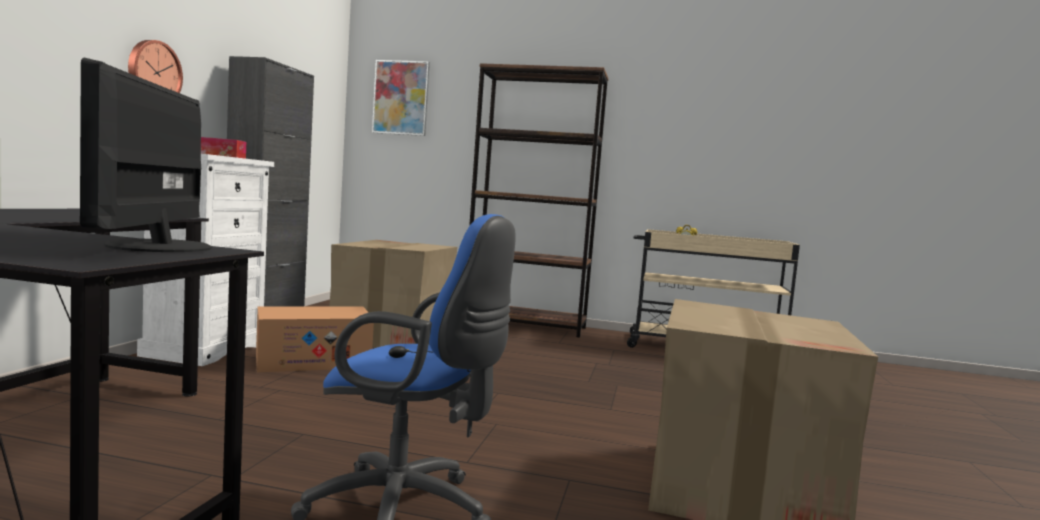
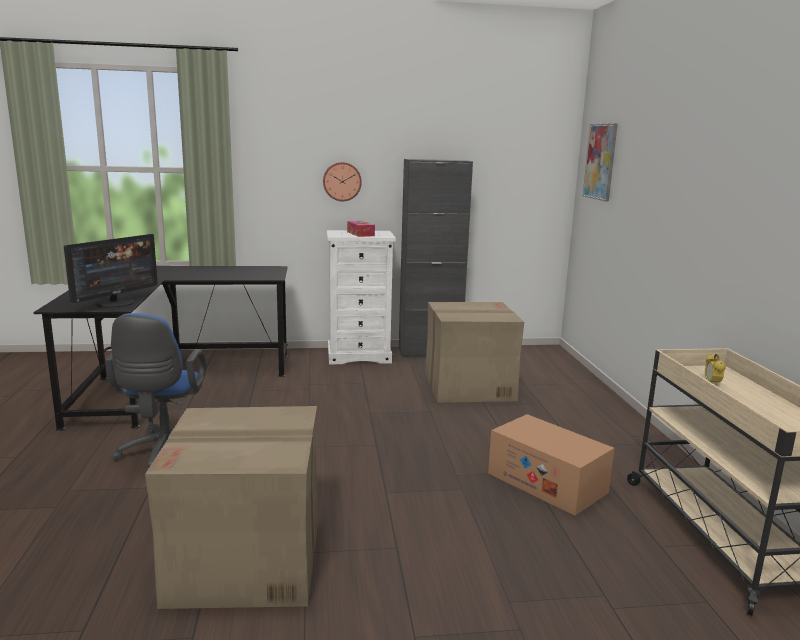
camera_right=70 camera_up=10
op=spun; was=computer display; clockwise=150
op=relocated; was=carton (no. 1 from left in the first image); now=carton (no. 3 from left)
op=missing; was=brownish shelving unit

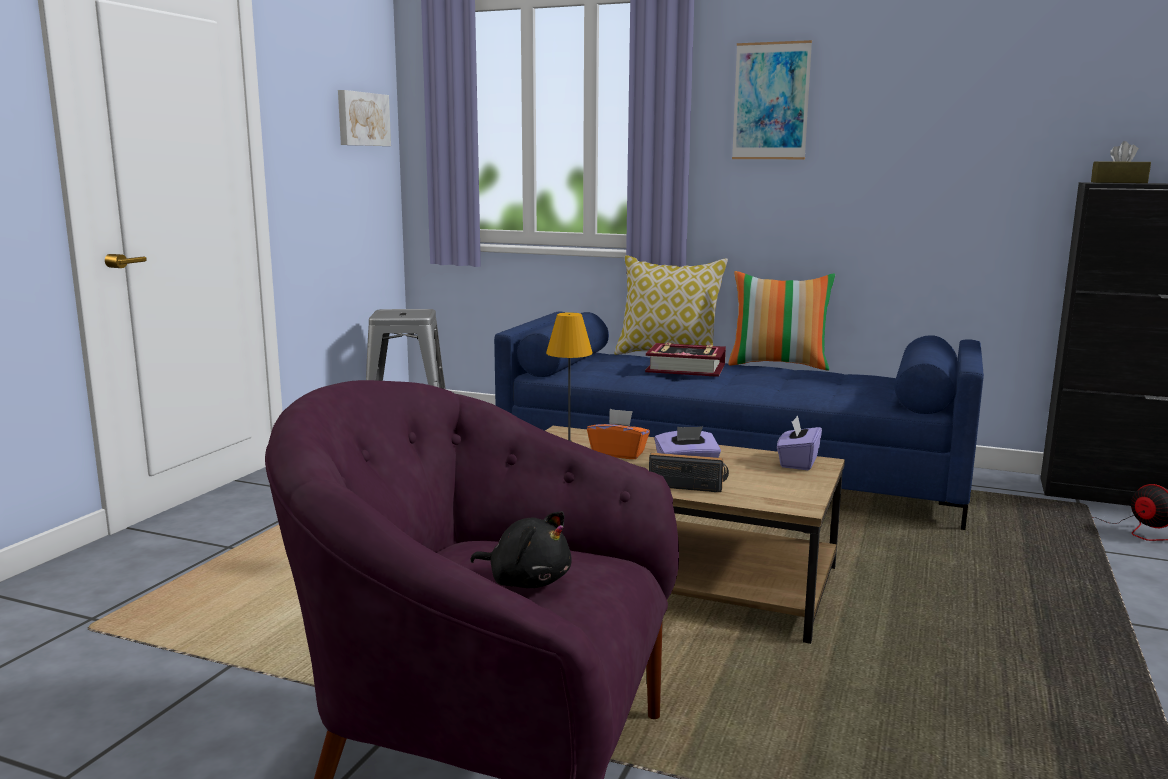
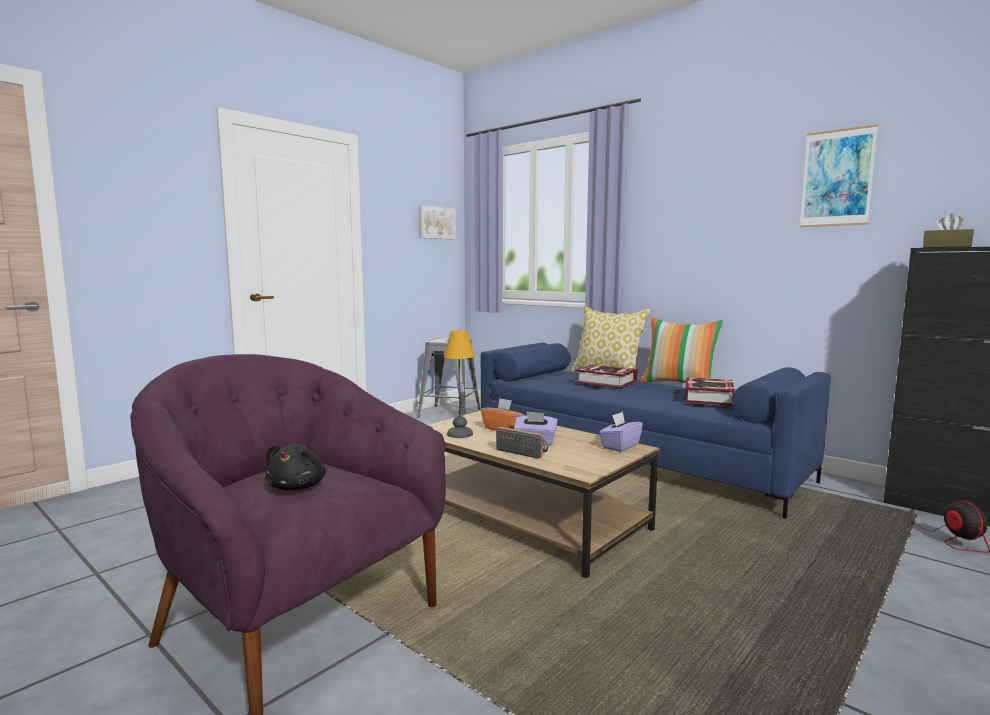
camera_right=20 camera_up=-5
op=spun; was=blackish cuddly toy; clockwise=45
op=relocated; was=wall picture (no. 2 from left)
op=appeared; now=volume (no. 2 from left)

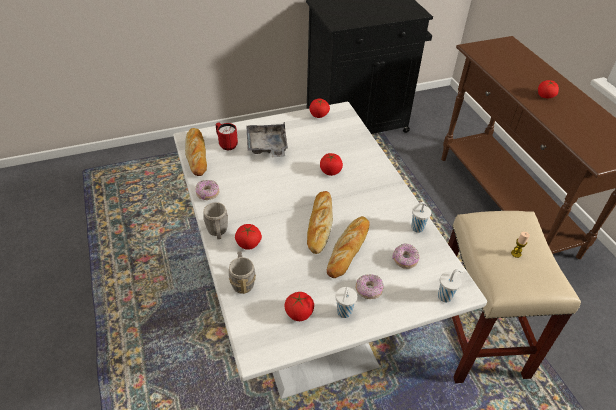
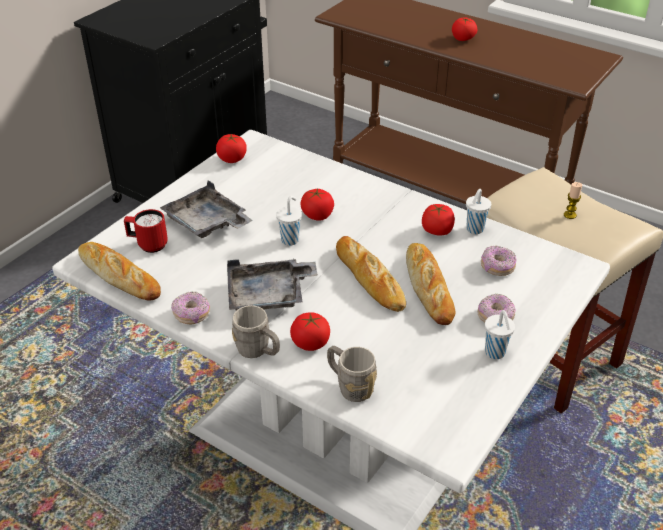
camera_right=-35 camera_up=-5
op=relocated; was=whole tomato (no. 2 from left in the first image); now=whole tomato (no. 4 from left)
op=relocated; was=white cup (no. 3 from left in the first image); now=white cup (no. 1 from left)
op=appeared; now=gray tray (no. 2 from left)

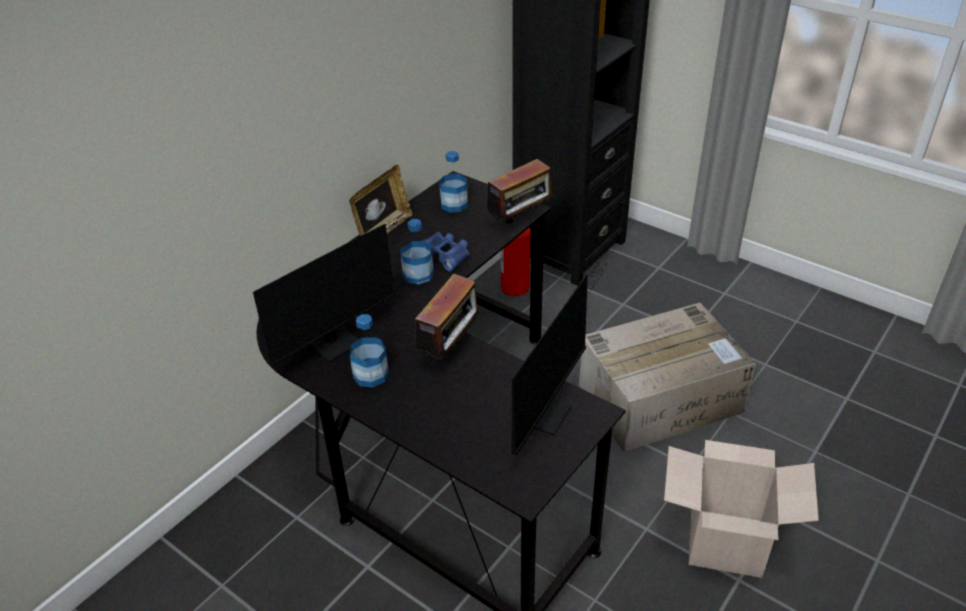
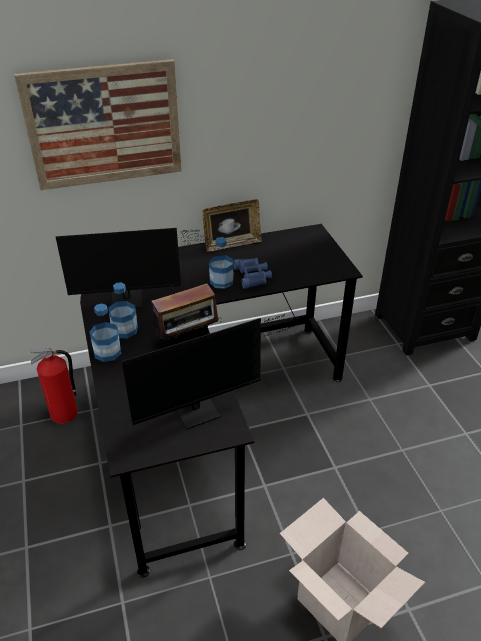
camera_right=35 camera_up=0
op=relocated; was=drink bottle (no. 3 from left in the first image); now=drink bottle (no. 1 from left)
op=missing; was=radio set (no. 2 from left)
op=relocated; was=fire-fighting cylinder
op=missing; was=carton (no. 1 from left)
op=appeared; now=wall picture

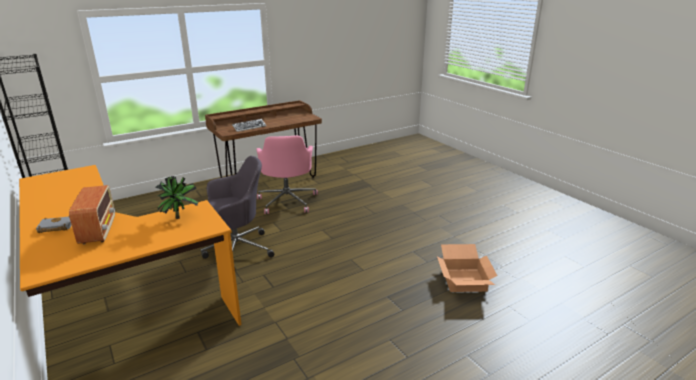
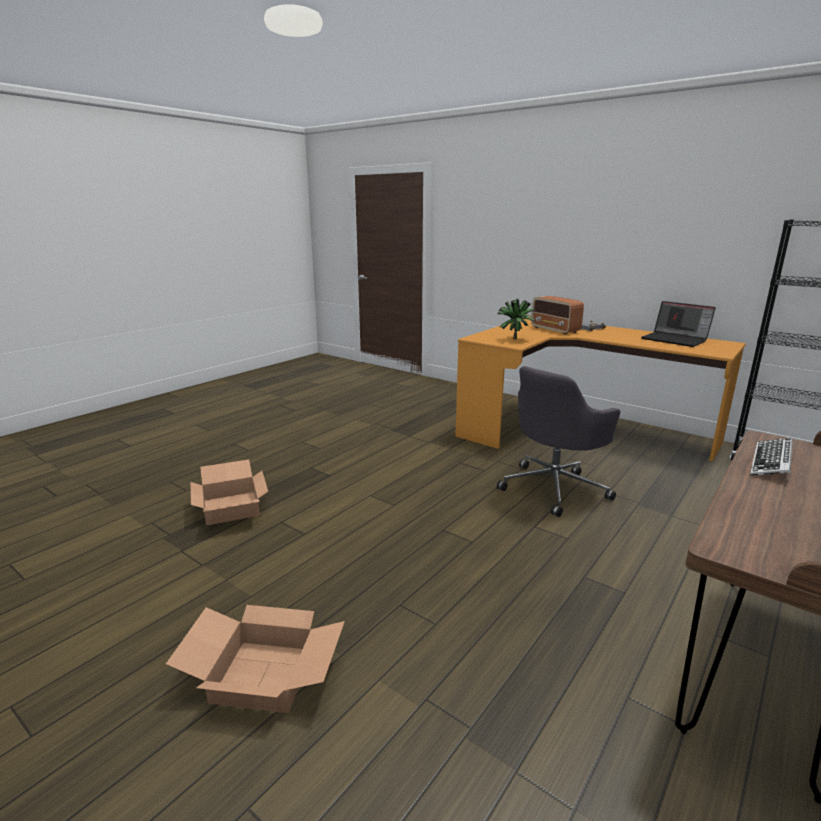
camera_right=160 camera_up=-5
op=missing; was=pink-coloured office chair
op=appeared; now=carton (no. 2 from left)
op=appeared; now=portable computer

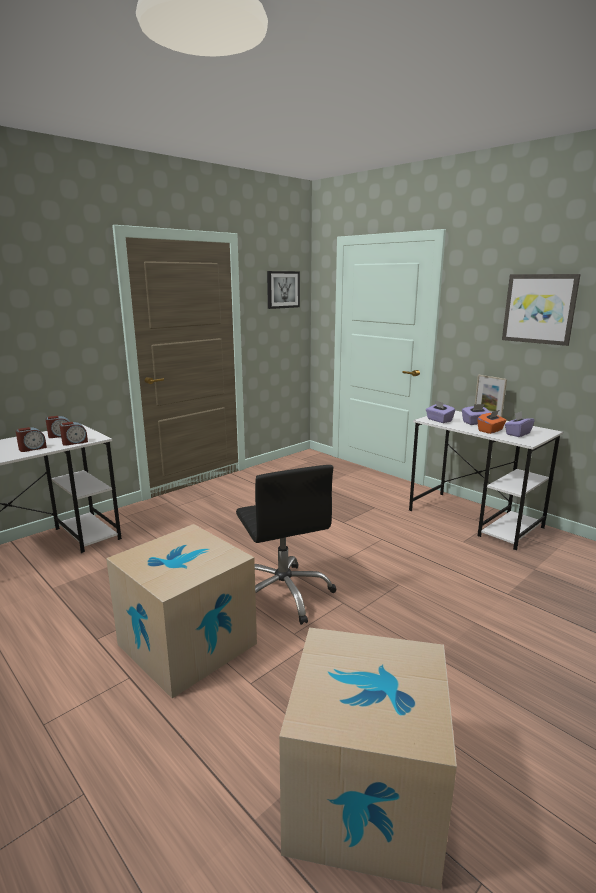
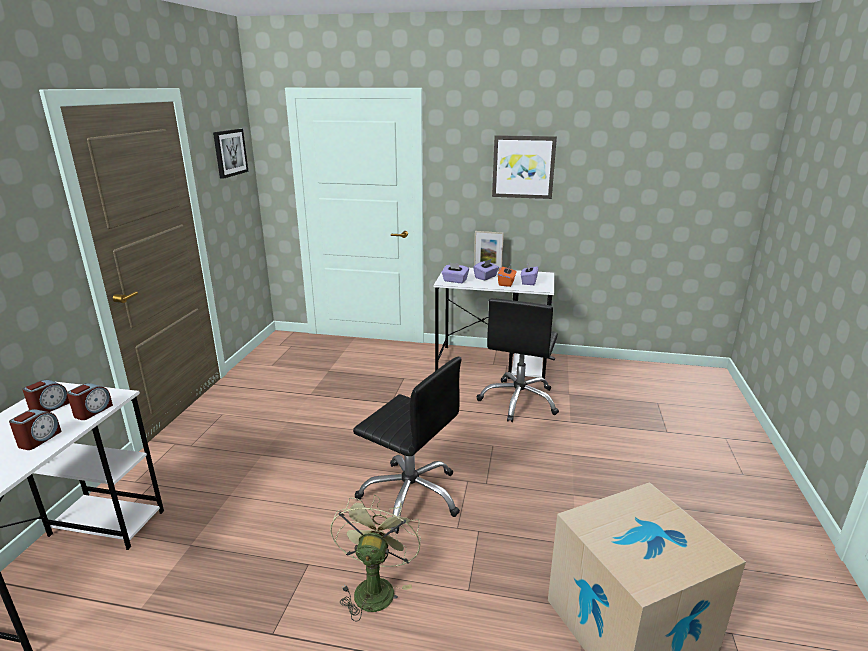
camera_right=-35 camera_up=5
op=exchanged; was=carton (no. 1 from left); now=green-coloured fan
op=appeared; now=blackish office chair (no. 2 from left)

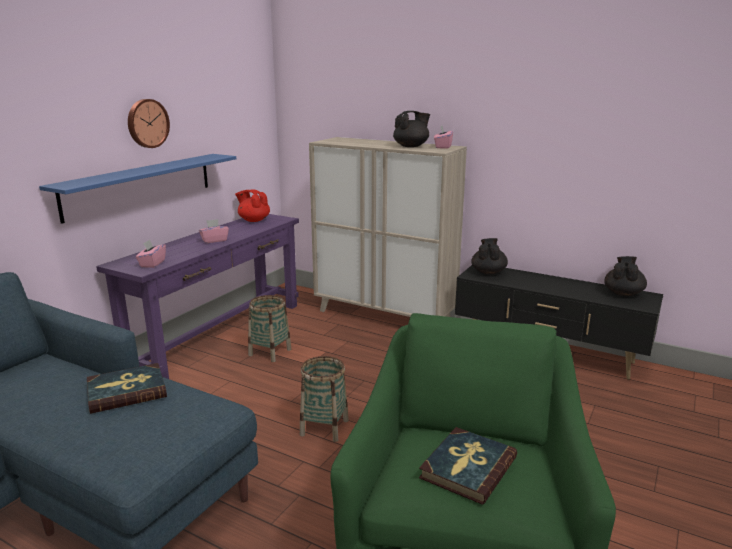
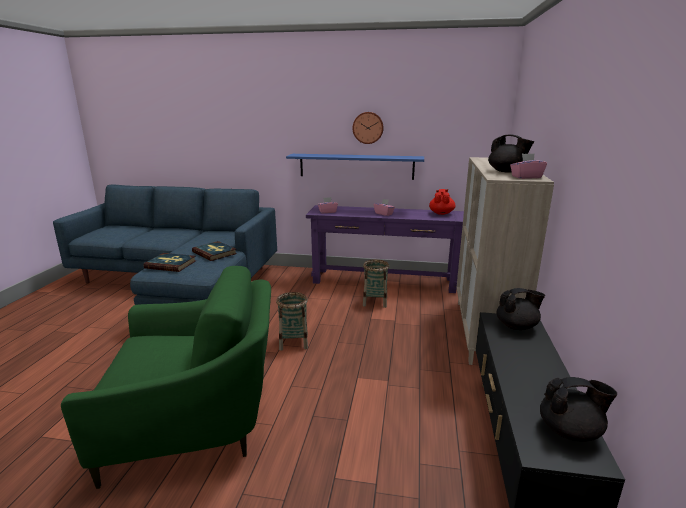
camera_right=70 camera_up=0
op=relocated; was=volume (no. 2 from left in the first image); now=volume (no. 1 from left)

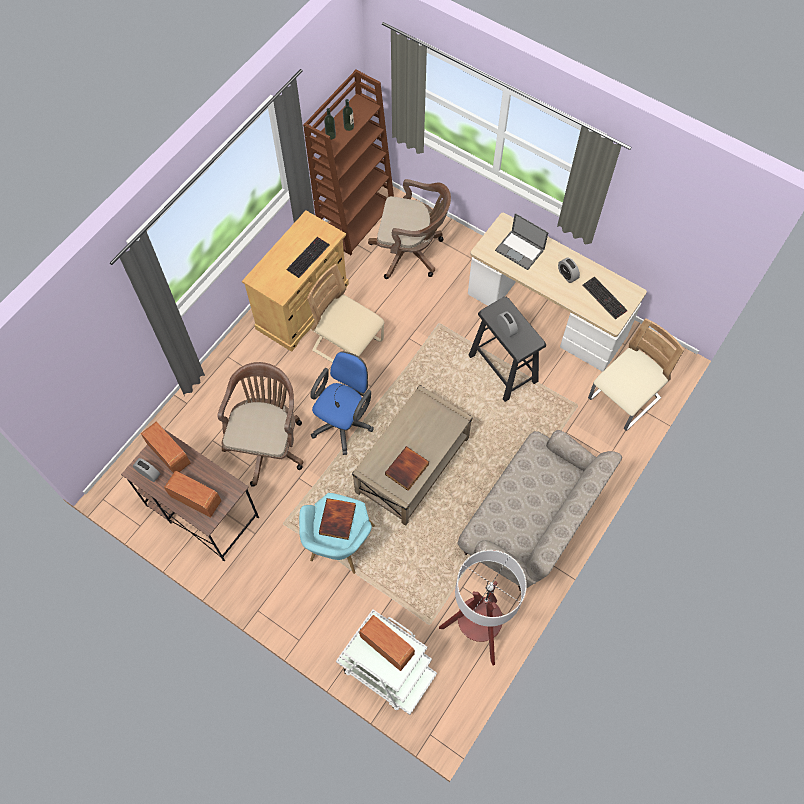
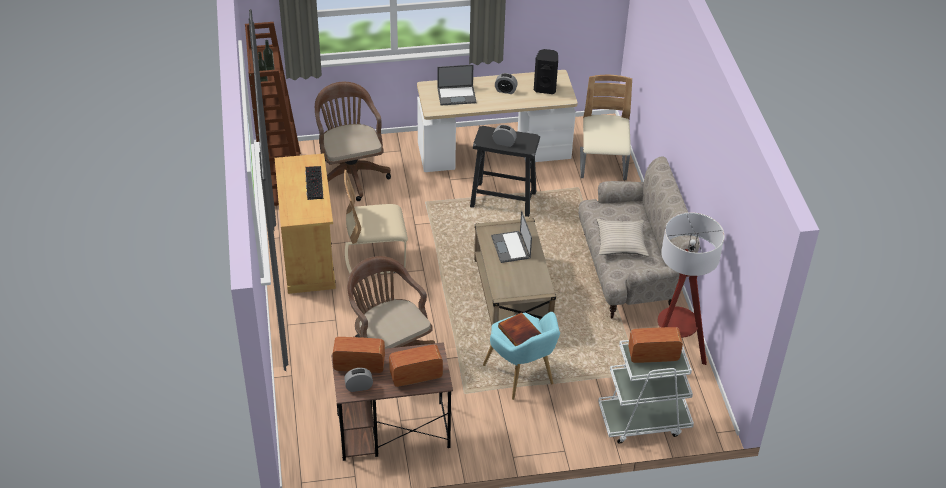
camera_right=-45 camera_up=-20
op=missing; was=blue office chair
op=spun; was=brownish office chair (no. 2 from left in the first image); clockwise=-75
op=missing; was=volume (no. 2 from left)
op=exchanged; was=PC keyboard (no. 2 from left); now=blackish audio speaker
op=appeared; now=portable computer (no. 2 from left)
op=appeared; now=sand-coloured pillow

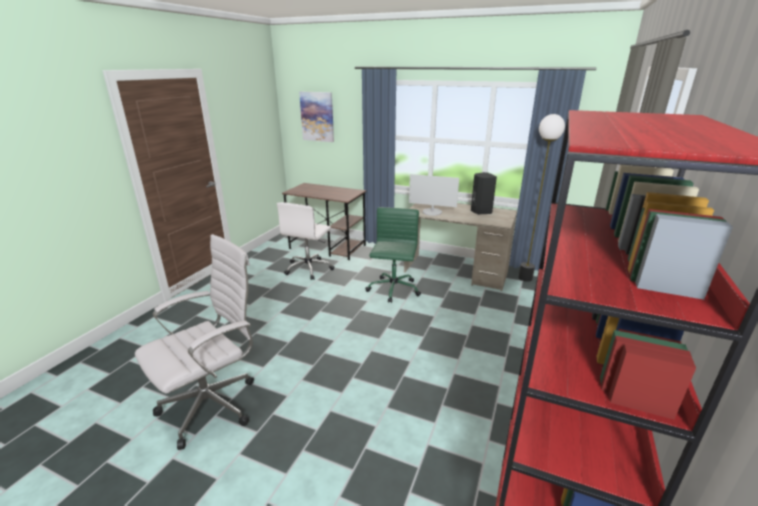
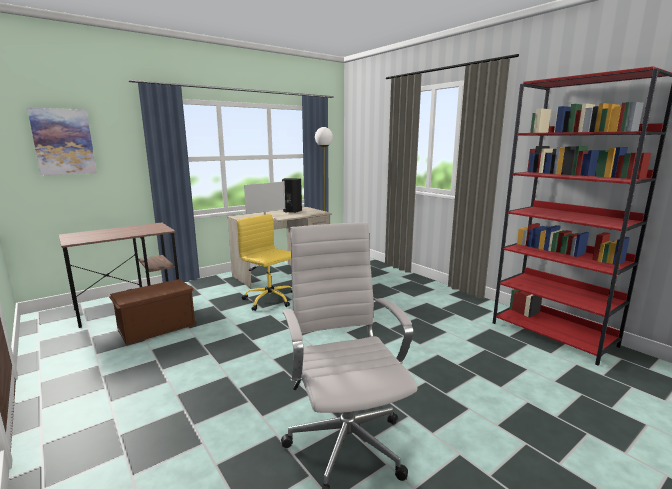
camera_right=-60 camera_up=-10
op=exchanged; was=white office chair (no. 2 from left); now=brownish storage container
op=colour; was=green-coloured office chair; now=yellow-coloured office chair

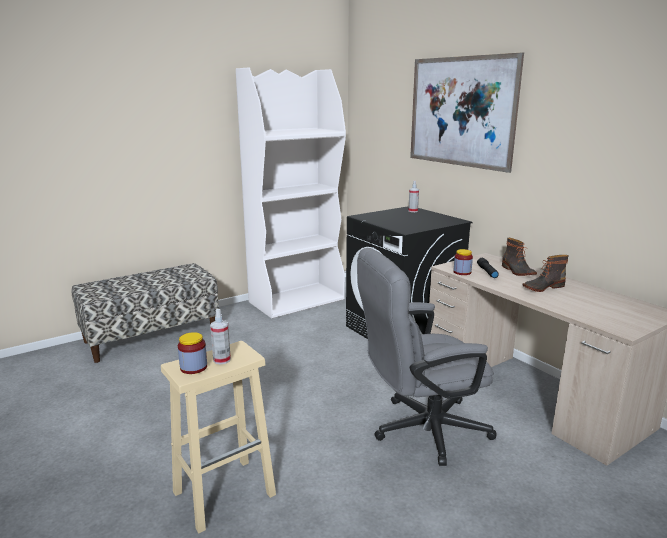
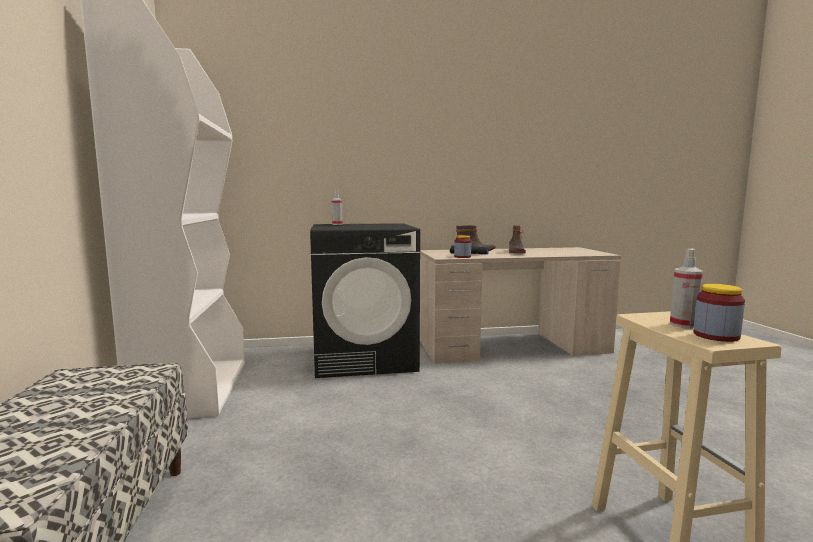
camera_right=-65 camera_up=-10
op=missing; was=gray office chair
op=missing; was=wall picture

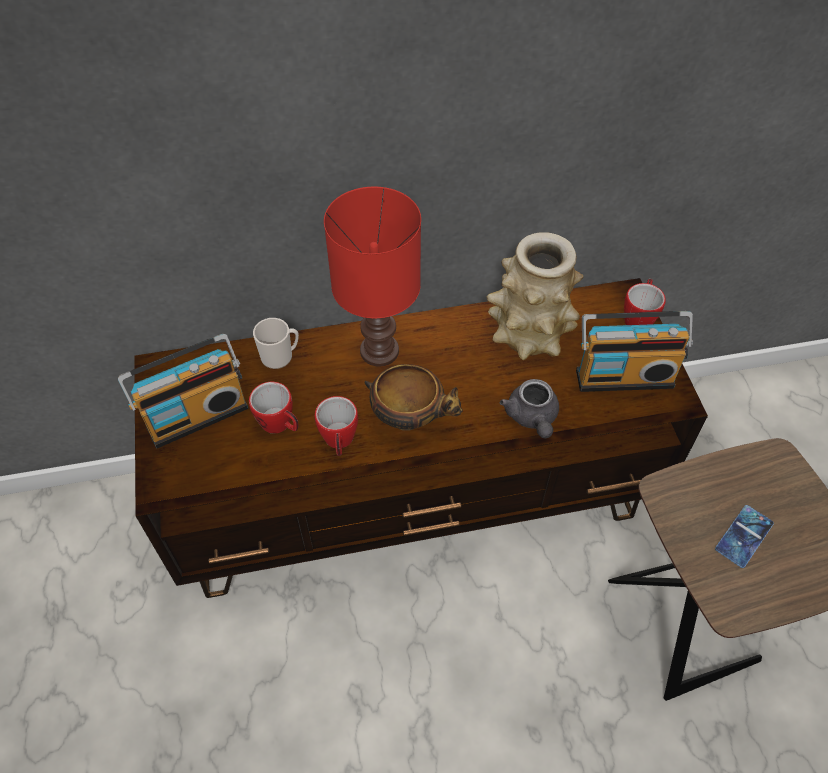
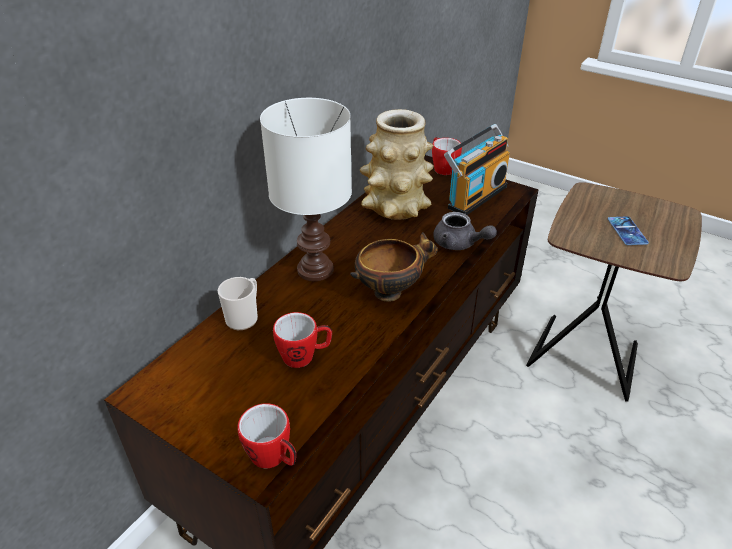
camera_right=-45 camera_up=-15
op=missing; was=radio set (no. 1 from left)
op=relocated; was=tea mug (no. 3 from left in the first image); now=tea mug (no. 2 from left)
op=colour; was=red tabletop lamp; now=white tabletop lamp

